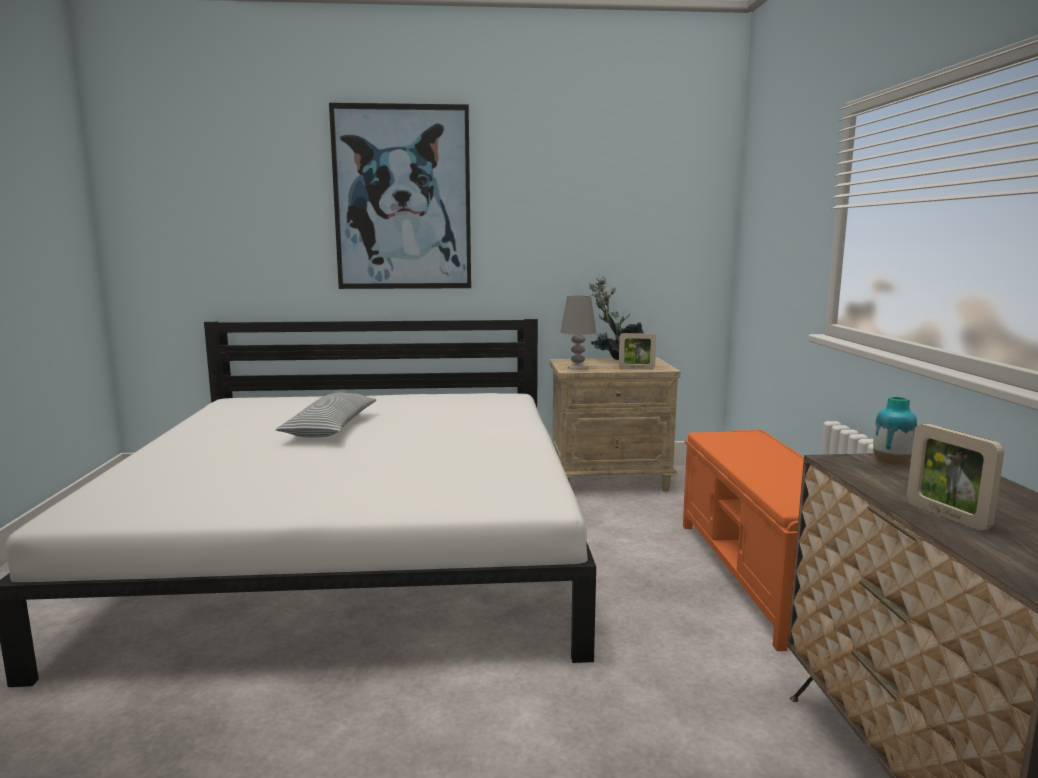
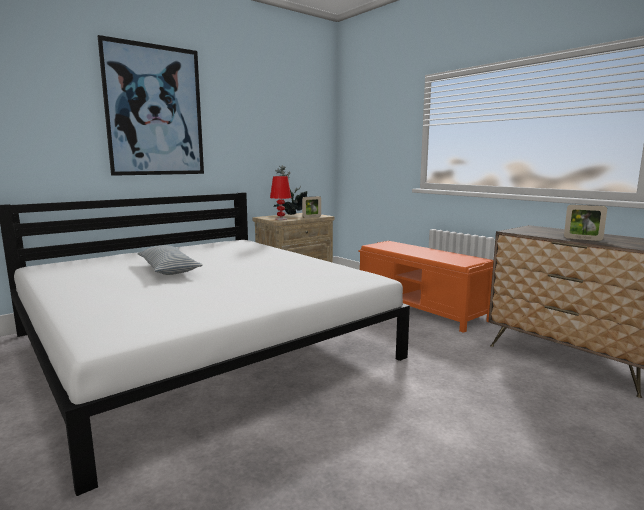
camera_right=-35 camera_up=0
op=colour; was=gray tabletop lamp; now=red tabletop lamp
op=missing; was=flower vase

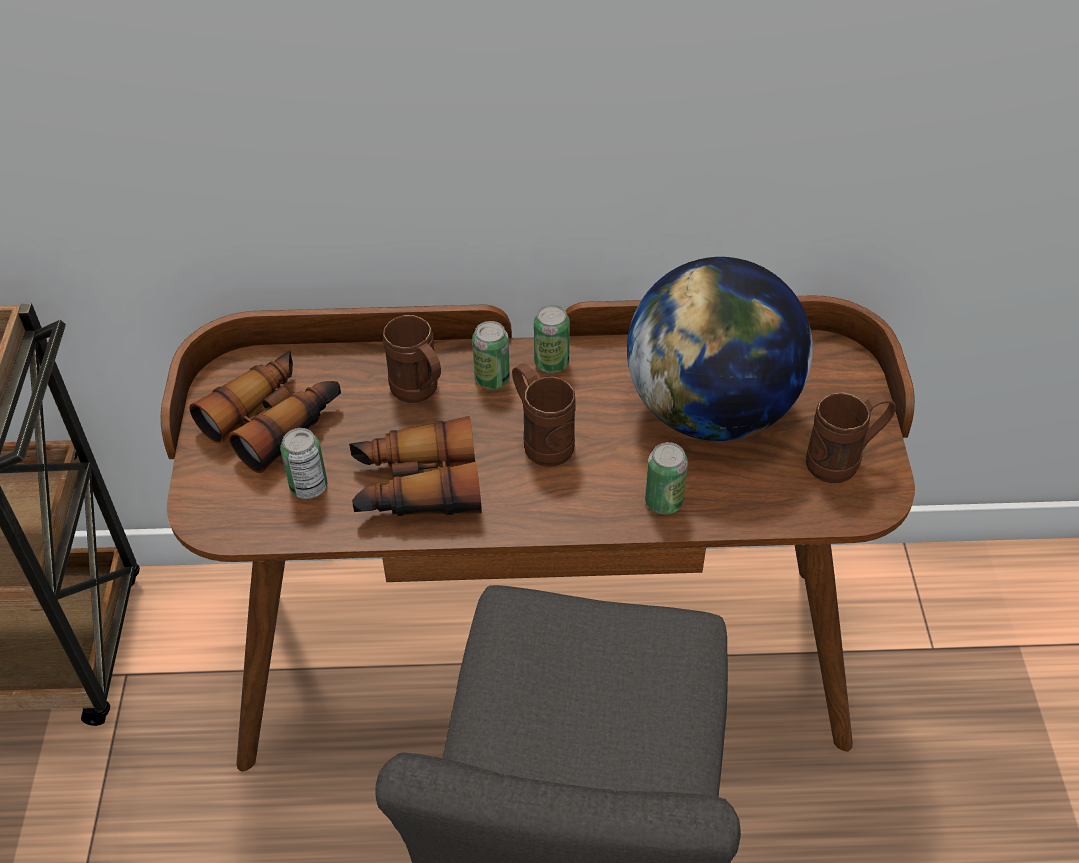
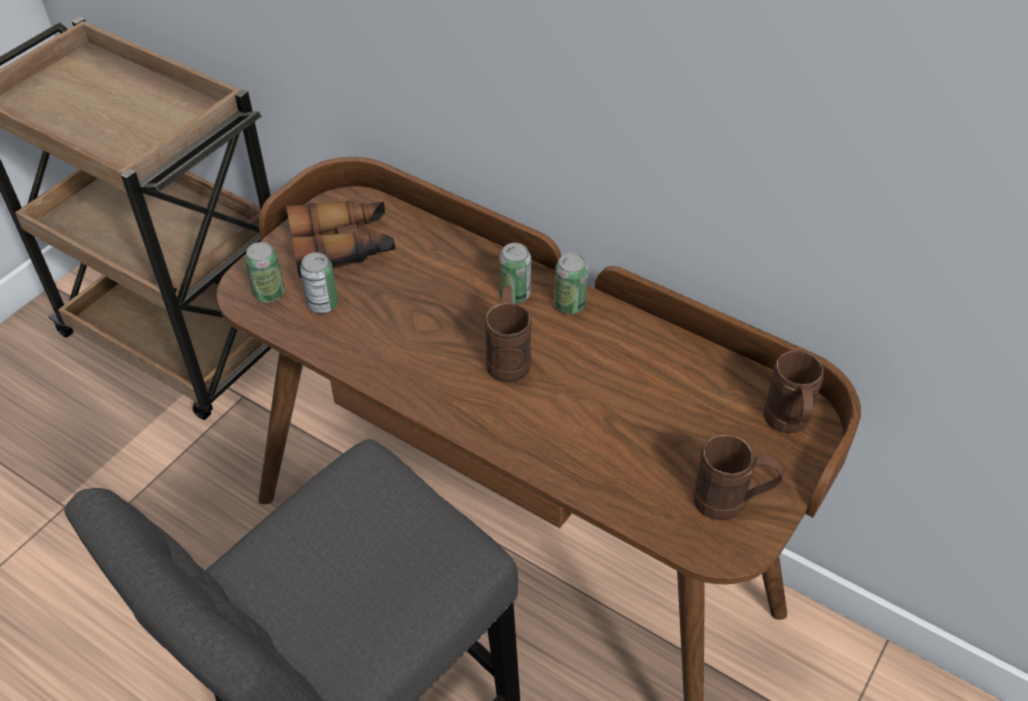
camera_right=35 camera_up=0
op=missing; was=pair of binoculars (no. 2 from left)
op=relocated; was=brownish tea mug (no. 1 from left in the first image); now=brownish tea mug (no. 3 from left)
op=missing; was=globe
op=relocated; was=can (no. 4 from left in the first image); now=can (no. 1 from left)

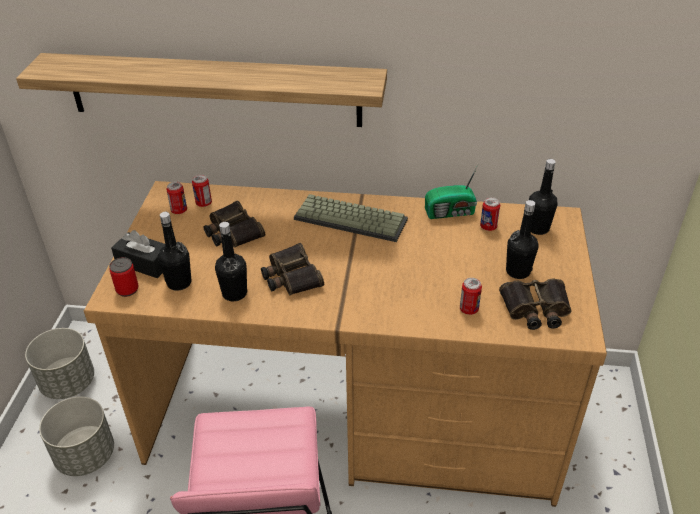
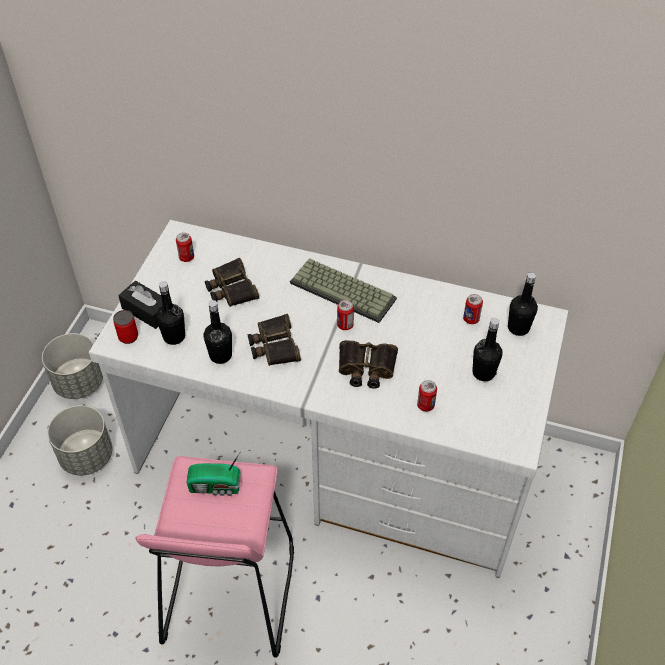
camera_right=10 camera_up=10
op=missing; was=bracket shelf
op=colour; was=brownish desk; now=white desk
op=relocated; was=can (no. 3 from left)
op=relocated; was=radio set
op=relocated; was=pair of binoculars (no. 3 from left)

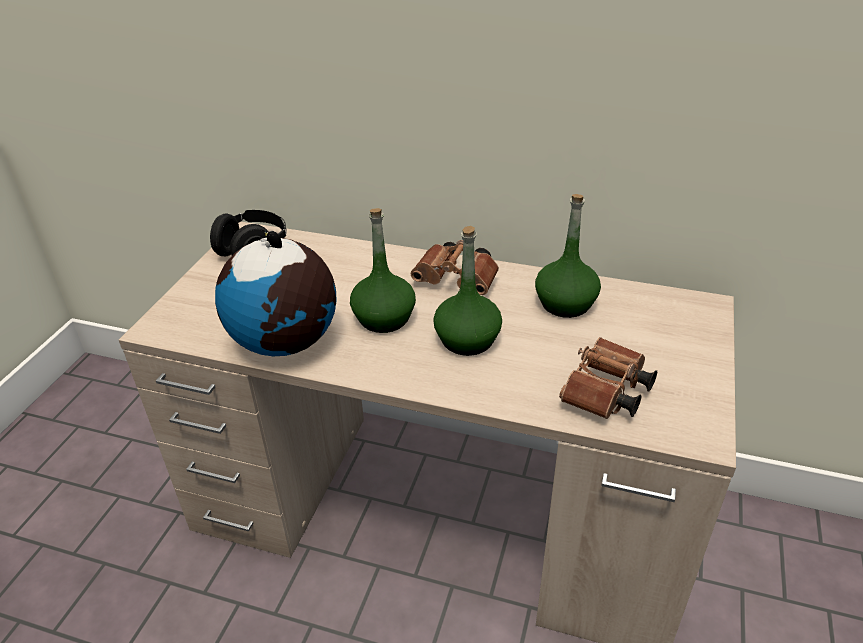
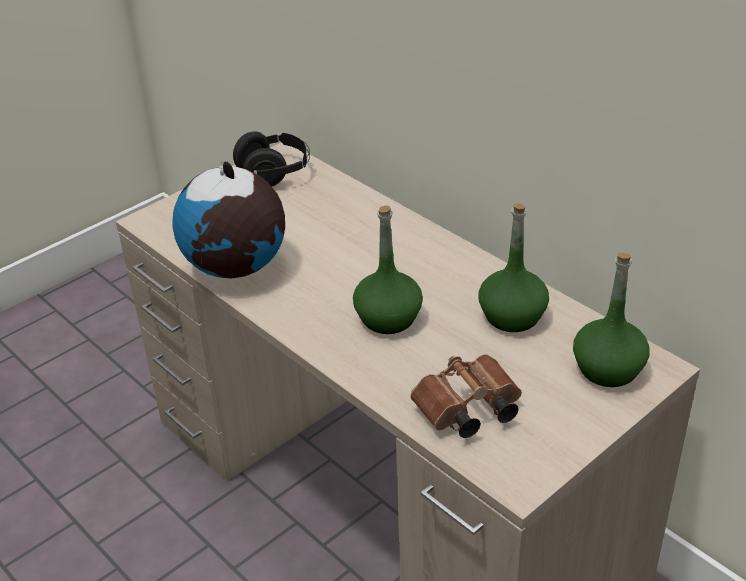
camera_right=30 camera_up=0
op=relocated; was=green-coloured drink bottle (no. 1 from left in the first image); now=green-coloured drink bottle (no. 3 from left)
op=missing; was=brownish pair of binoculars (no. 1 from left)

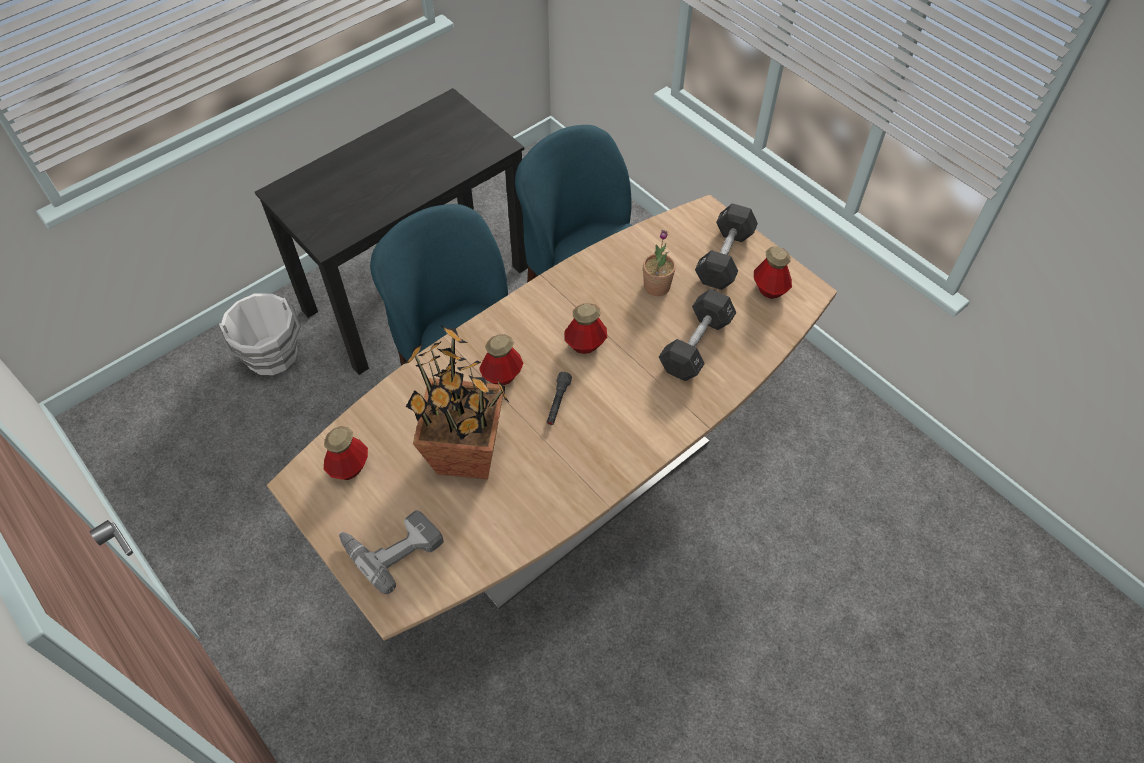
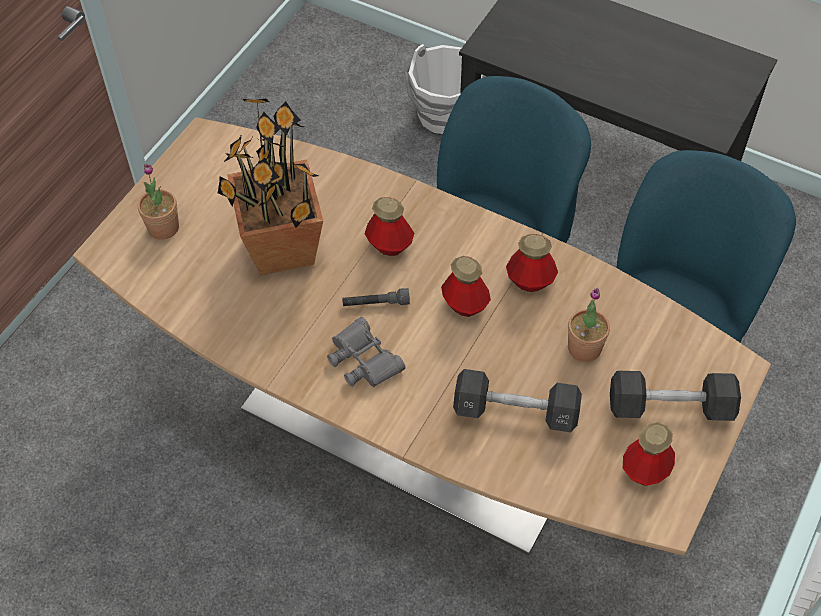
camera_right=70 camera_up=0
op=relocated; was=drink bottle (no. 1 from left in the first image); now=drink bottle (no. 3 from left)
op=exchanged; was=drill; now=potted plant (no. 1 from left)
op=appeared; now=gray pair of binoculars

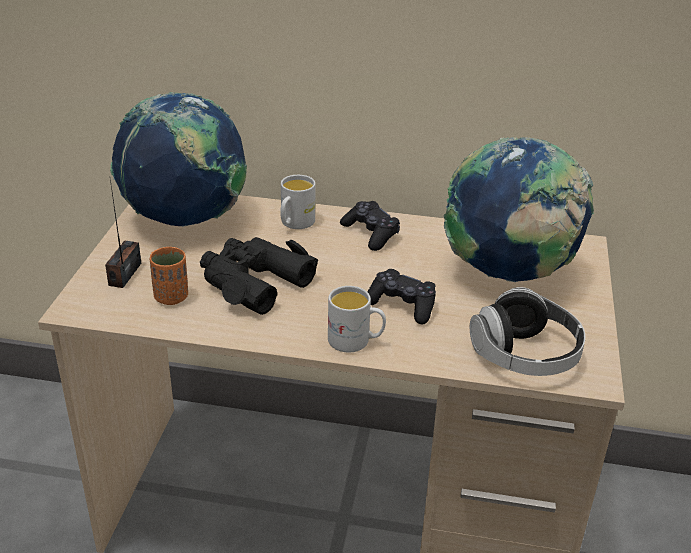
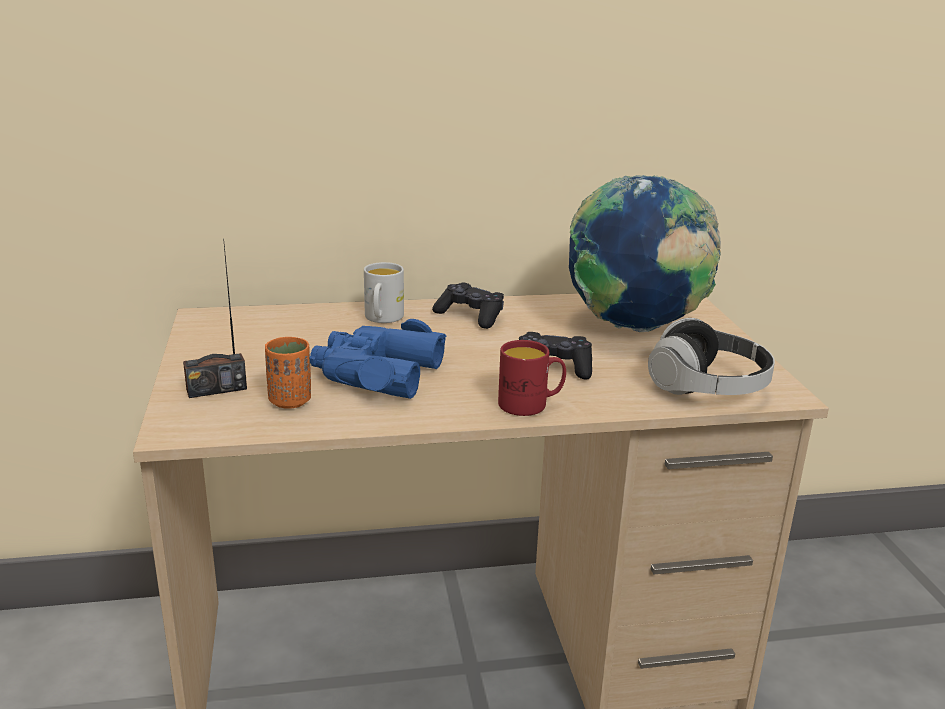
camera_right=-20 camera_up=-10
op=spun; was=radio set; clockwise=-105
op=missing; was=globe (no. 1 from left)
op=colour; was=blackish pair of binoculars; now=blue pair of binoculars
op=colour; was=white tea mug (no. 2 from left); now=red tea mug

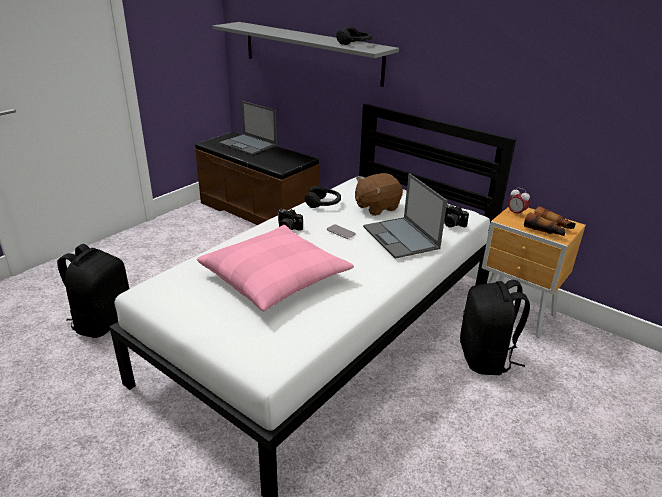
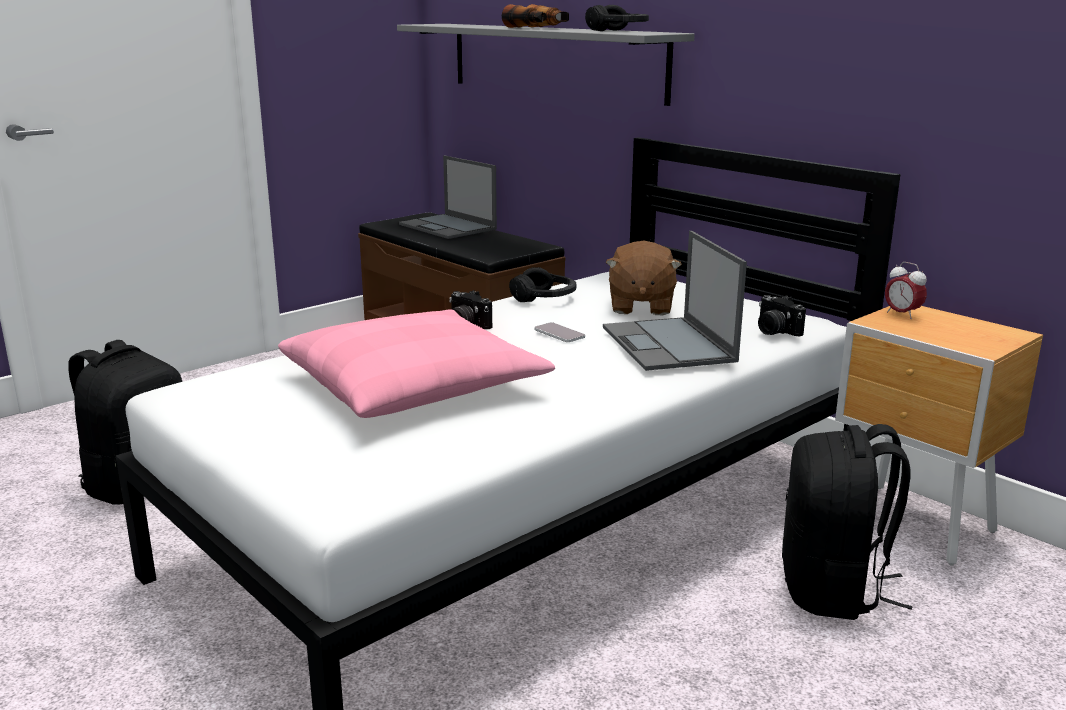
camera_right=10 camera_up=-10
op=spun; was=brownish cuddly toy; clockwise=-60
op=relocated; was=pair of binoculars

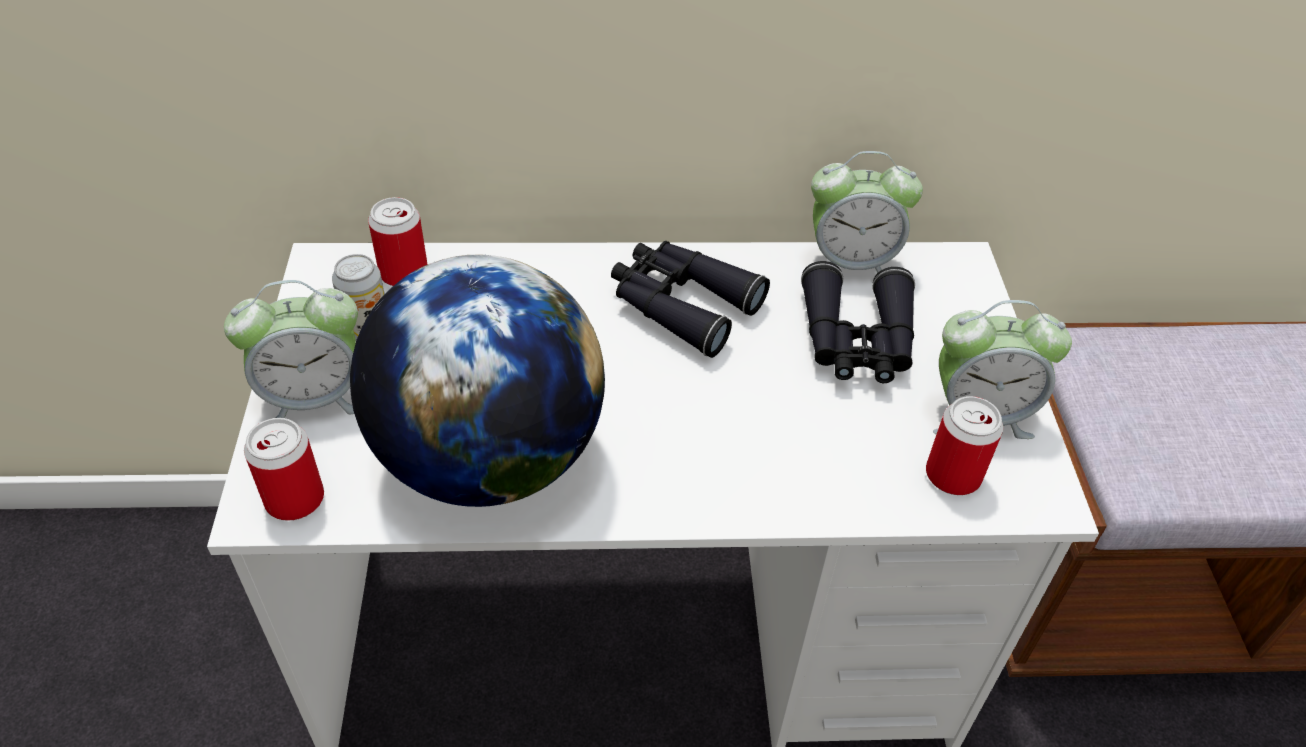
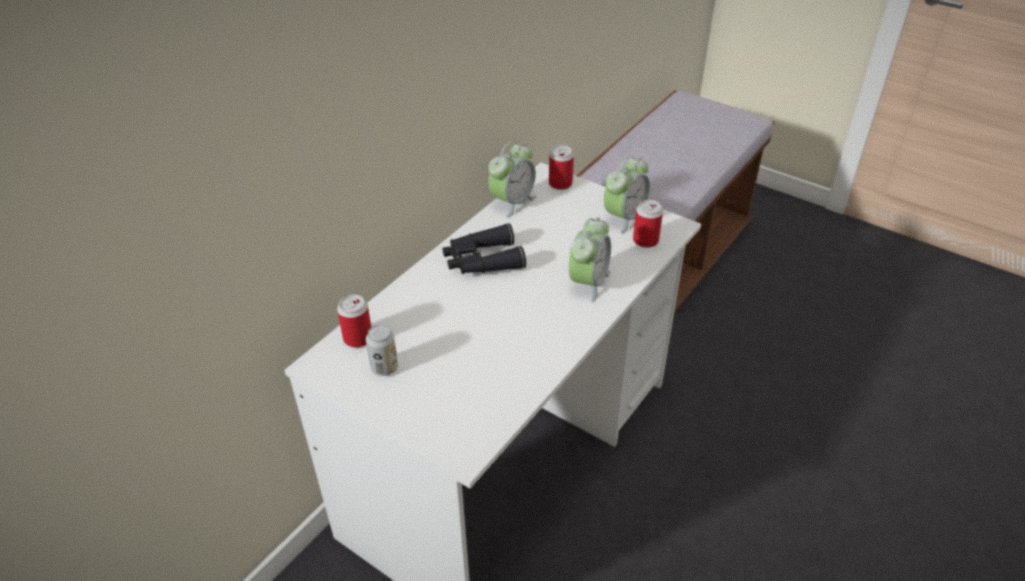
camera_right=-50 camera_up=-5
op=relocated; was=table clock (no. 1 from left in the first image); now=table clock (no. 2 from left)
op=relocated; was=can (no. 1 from left in the first image); now=can (no. 3 from left)
op=missing; was=globe
op=missing; was=blackish pair of binoculars (no. 2 from left)

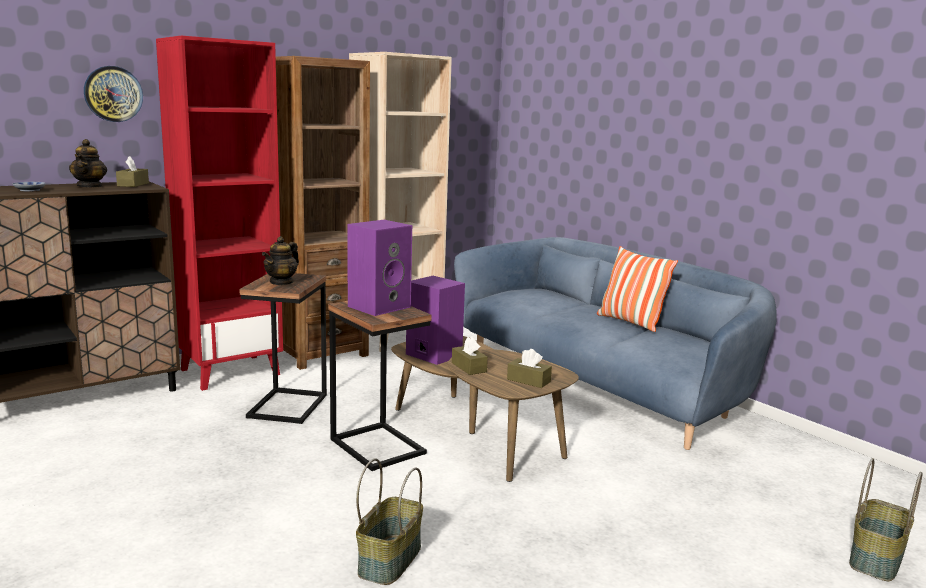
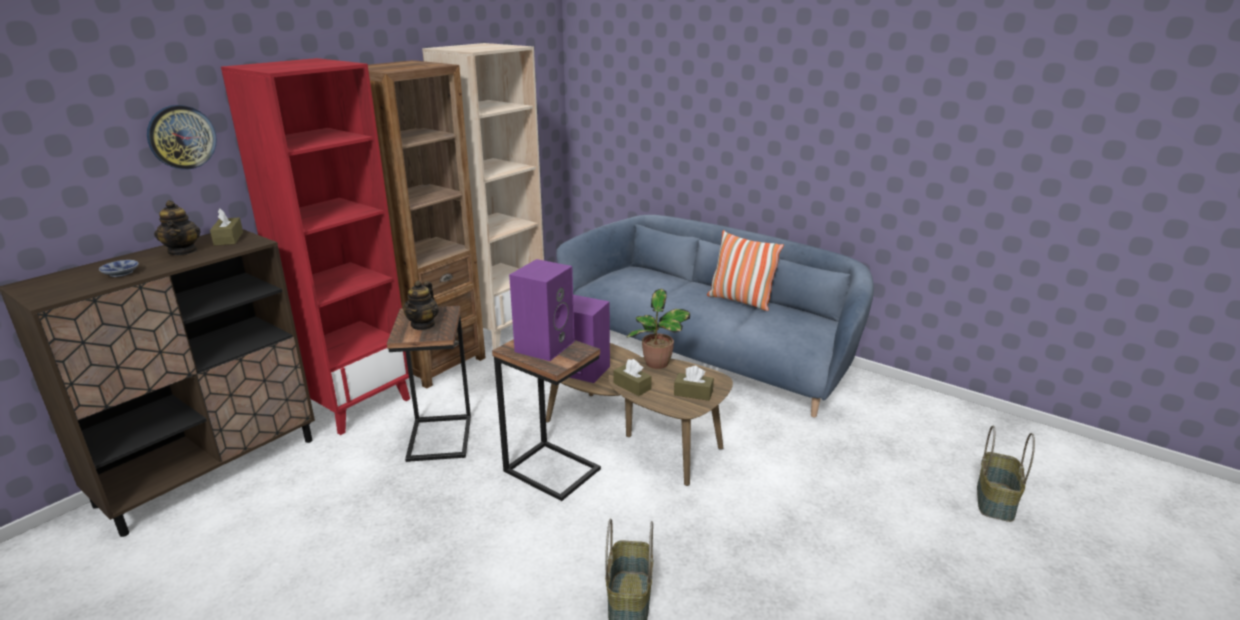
camera_right=-15 camera_up=10
op=appeared; now=potted plant

